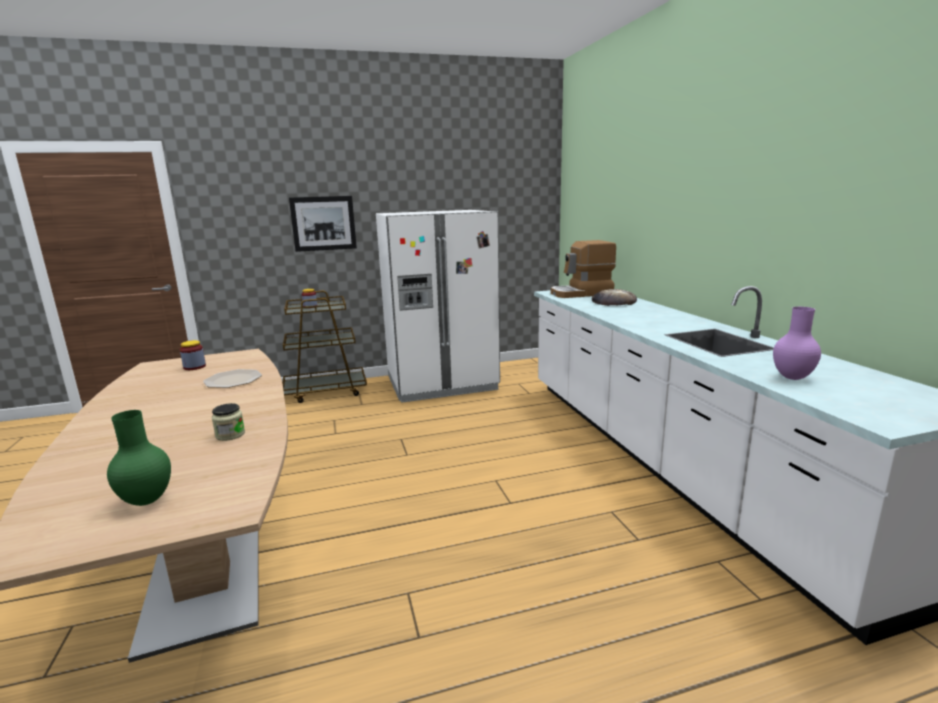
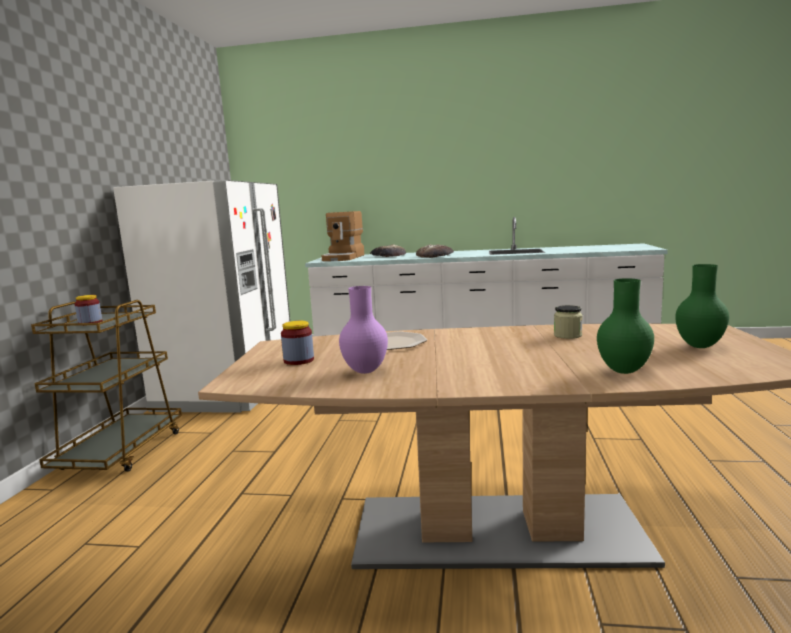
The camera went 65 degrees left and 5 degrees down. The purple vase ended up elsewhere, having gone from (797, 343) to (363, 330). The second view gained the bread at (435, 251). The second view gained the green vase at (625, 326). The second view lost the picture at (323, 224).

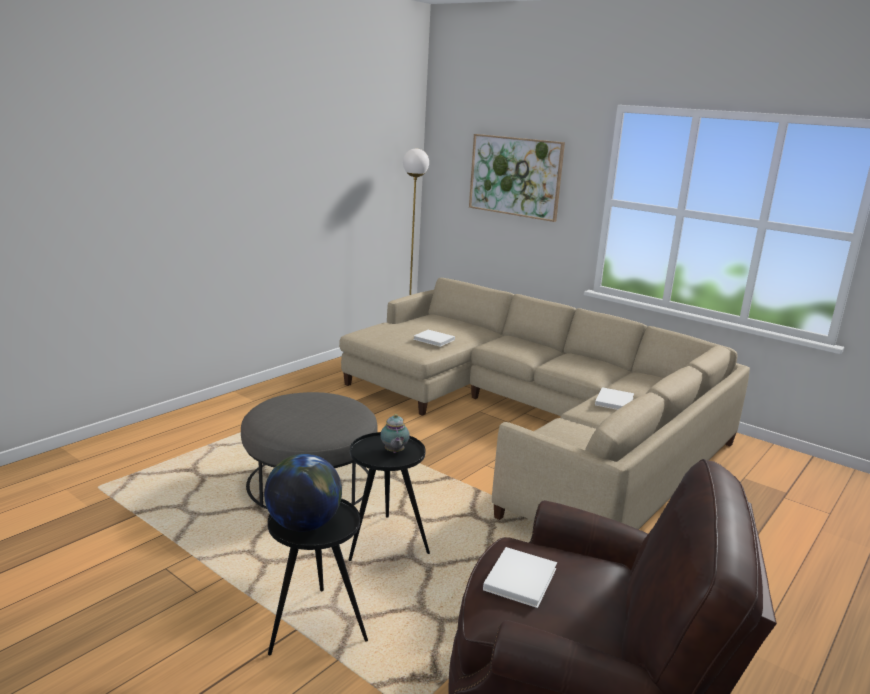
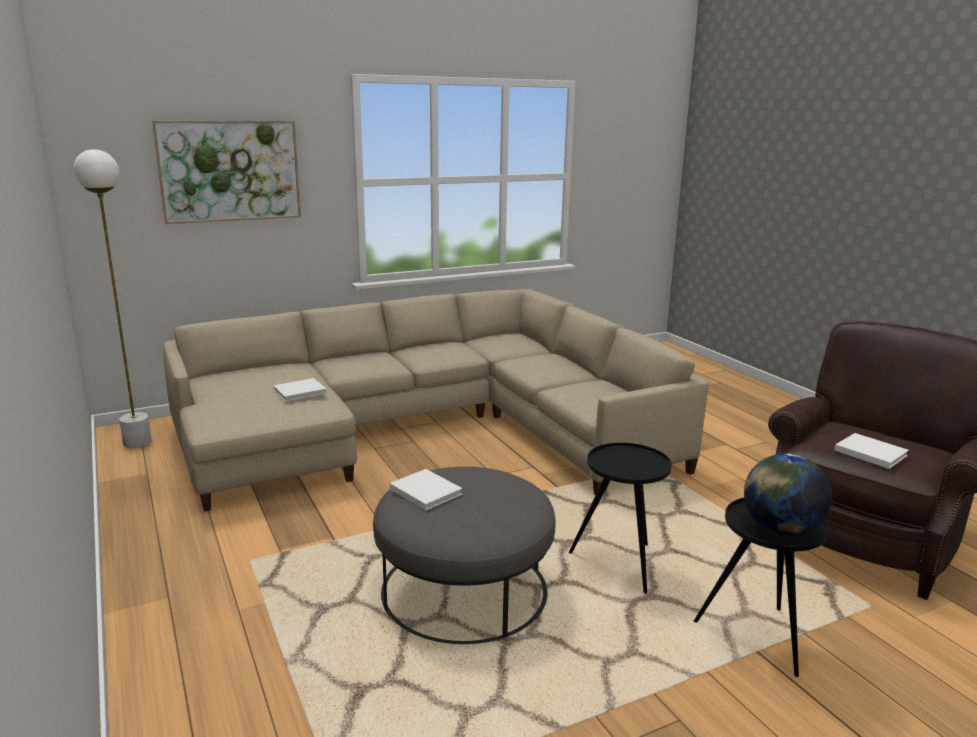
The camera went 65 degrees left and 0 degrees up. The white book ended up elsewhere, having gone from (614, 398) to (426, 490). The second view lost the teapot at (395, 433).

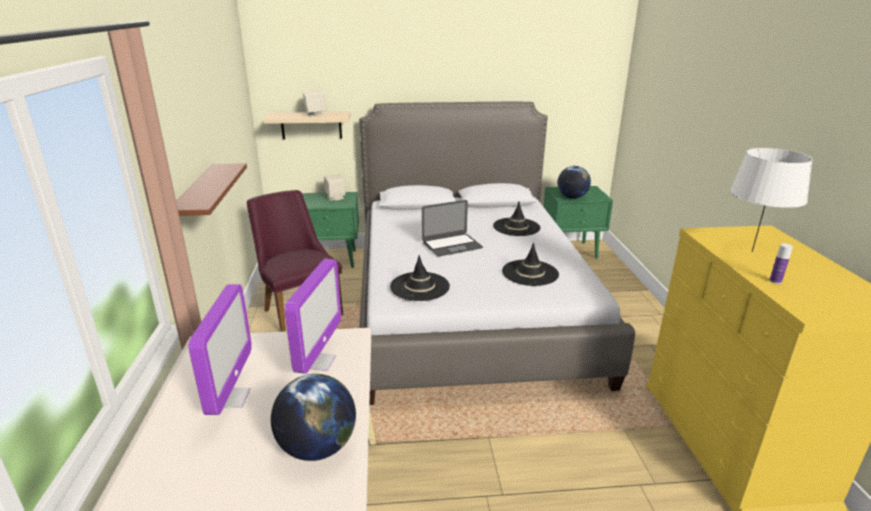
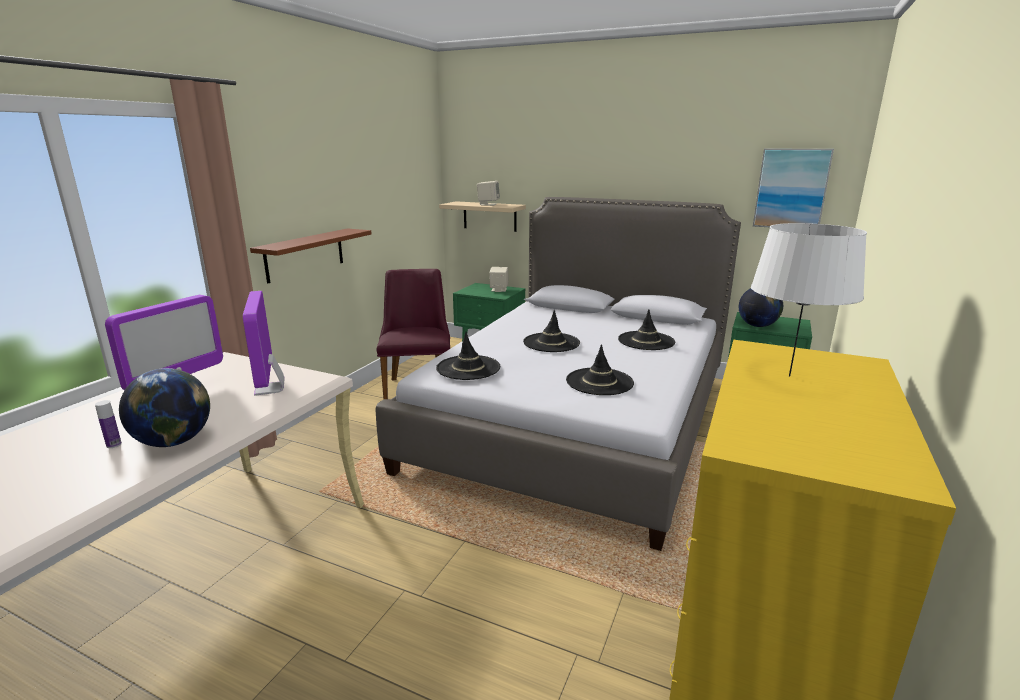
The camera went 30 degrees right and 5 degrees down. The bottle ended up elsewhere, having gone from (781, 263) to (108, 424). The monitor at (313, 316) ended up facing another way, 120 degrees clockwise from before. Where the laptop stood at (452, 228), the black hat came to stand at (551, 331). The second view gained the picture at (793, 187).

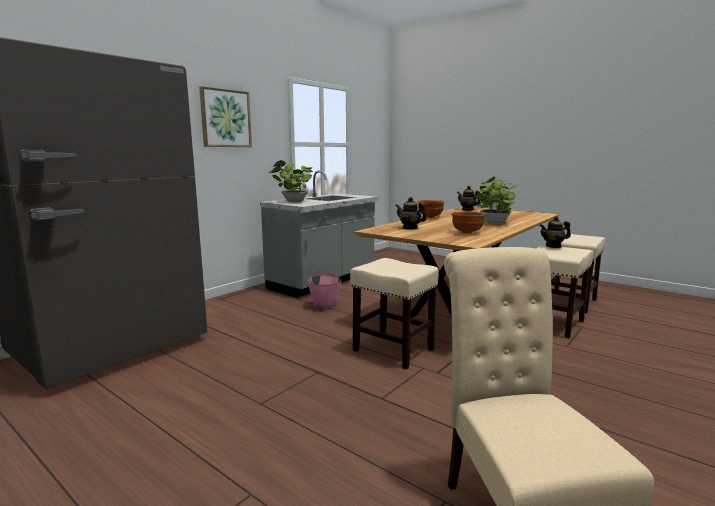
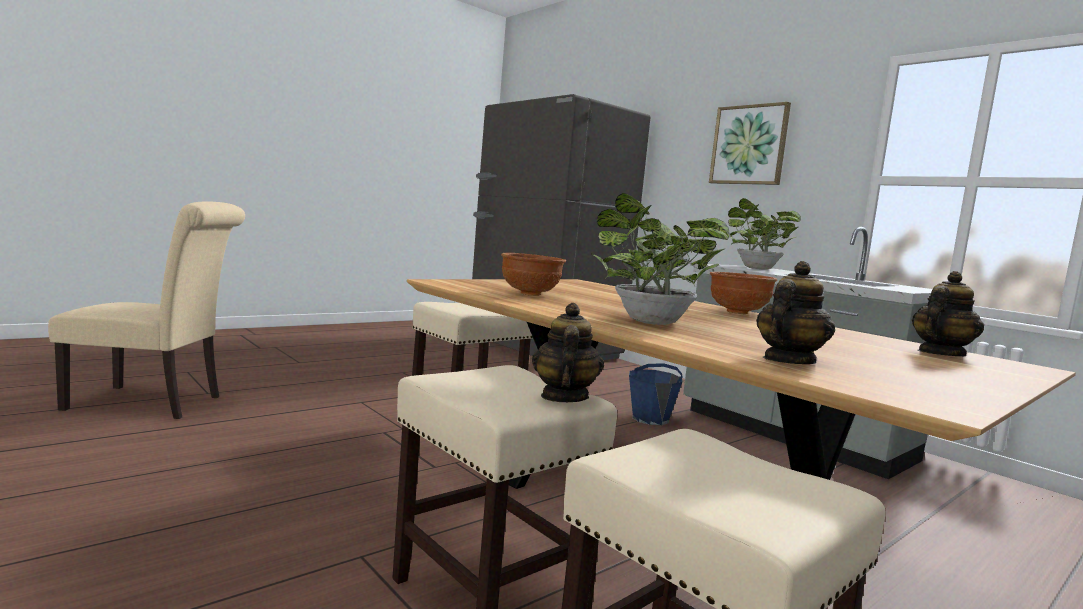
The camera went 100 degrees right and 5 degrees down. What was the pink bucket at (324, 290) turned into the blue bucket at (655, 394). The teapot ended up elsewhere, having gone from (411, 213) to (795, 312).

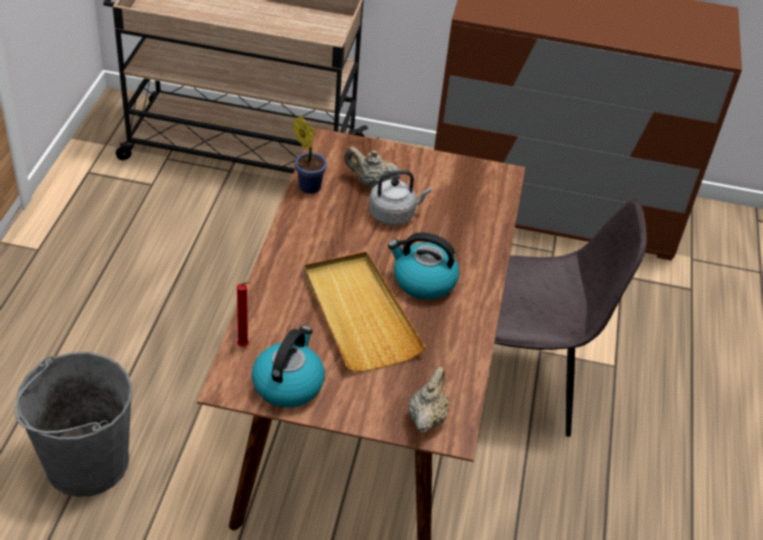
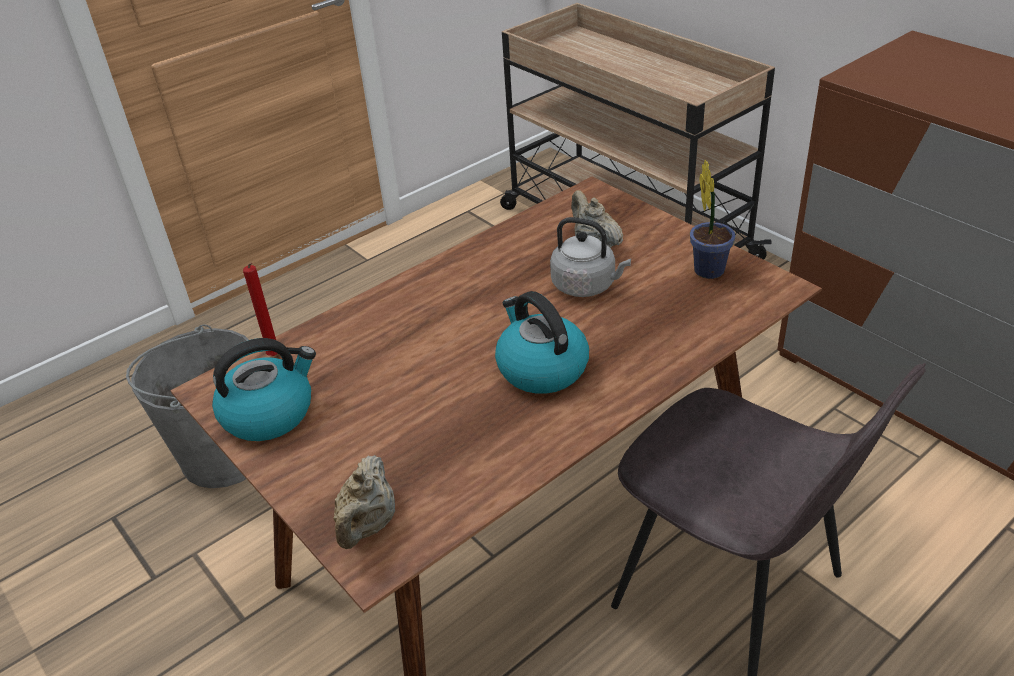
The camera went 45 degrees right and 5 degrees down. The beige teapot at (429, 400) ended up facing another way, 135 degrees clockwise from before. The potted plant ended up elsewhere, having gone from (309, 154) to (713, 219). The second view lost the beige tray at (364, 312).

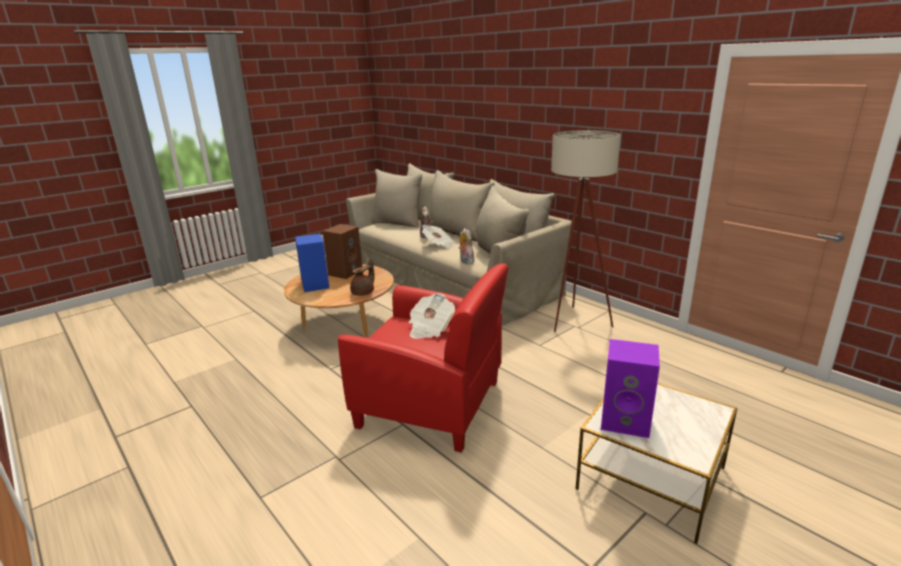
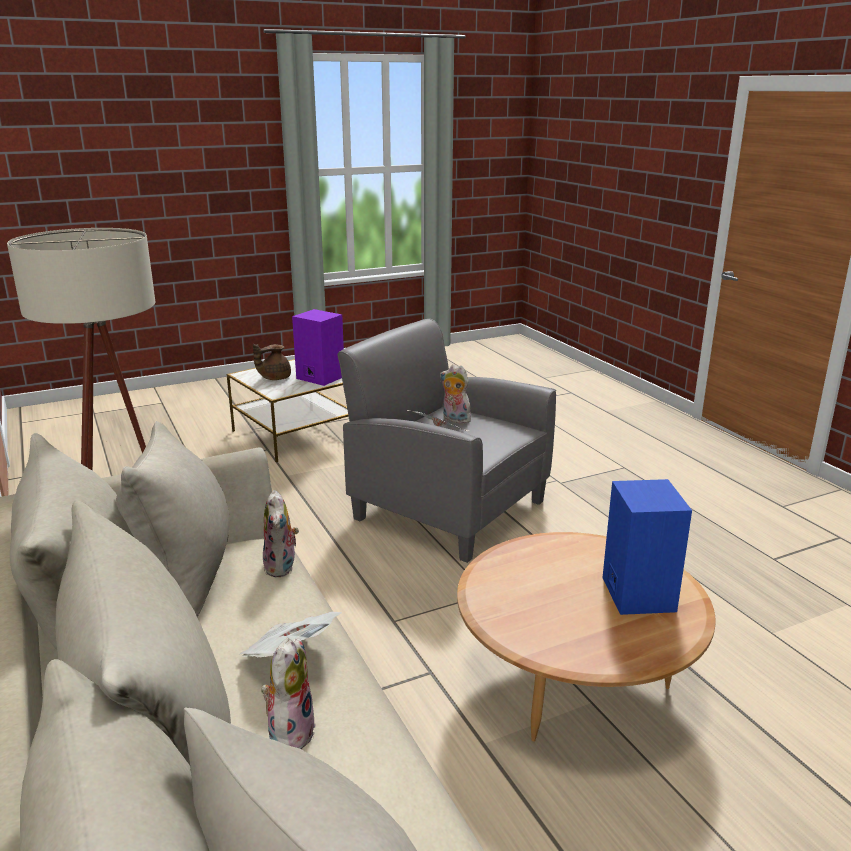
The camera went 165 degrees left and 0 degrees up. The brown teapot ended up elsewhere, having gone from (362, 277) to (272, 362). What was the red armchair at (423, 358) turned into the grey armchair at (447, 441). The second view gained the plush toy at (455, 394). The second view lost the brown speaker at (342, 251).

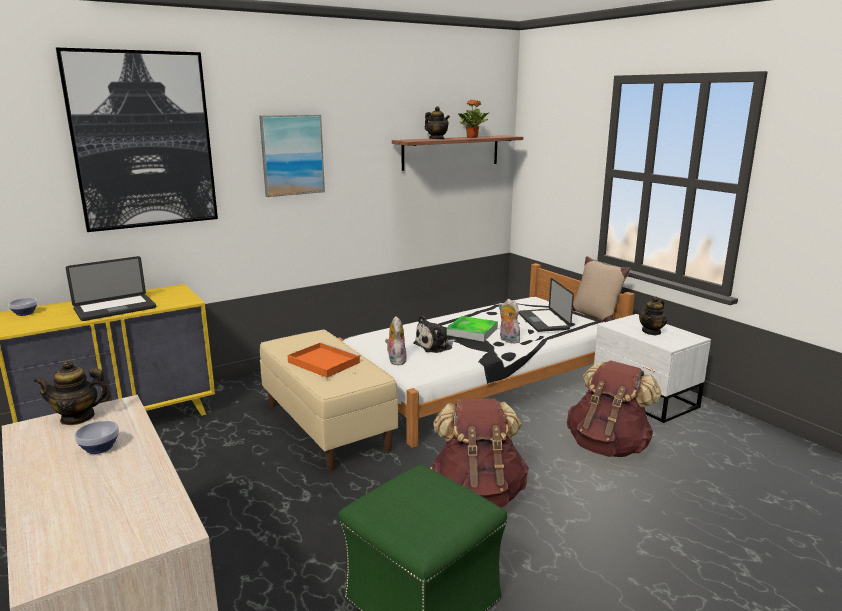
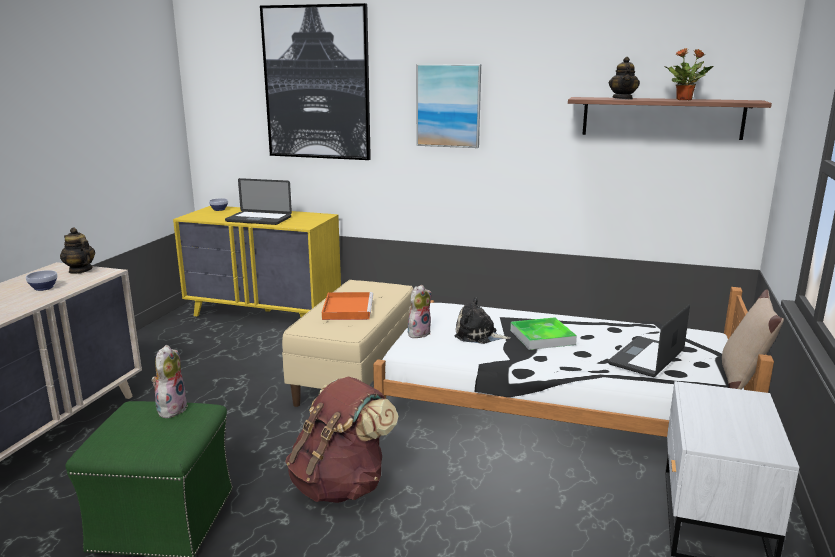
The camera went 50 degrees right and 0 degrees up. The plush toy ended up elsewhere, having gone from (509, 321) to (169, 382). The second view lost the brown backpack at (614, 408). The second view lost the teapot at (653, 315).

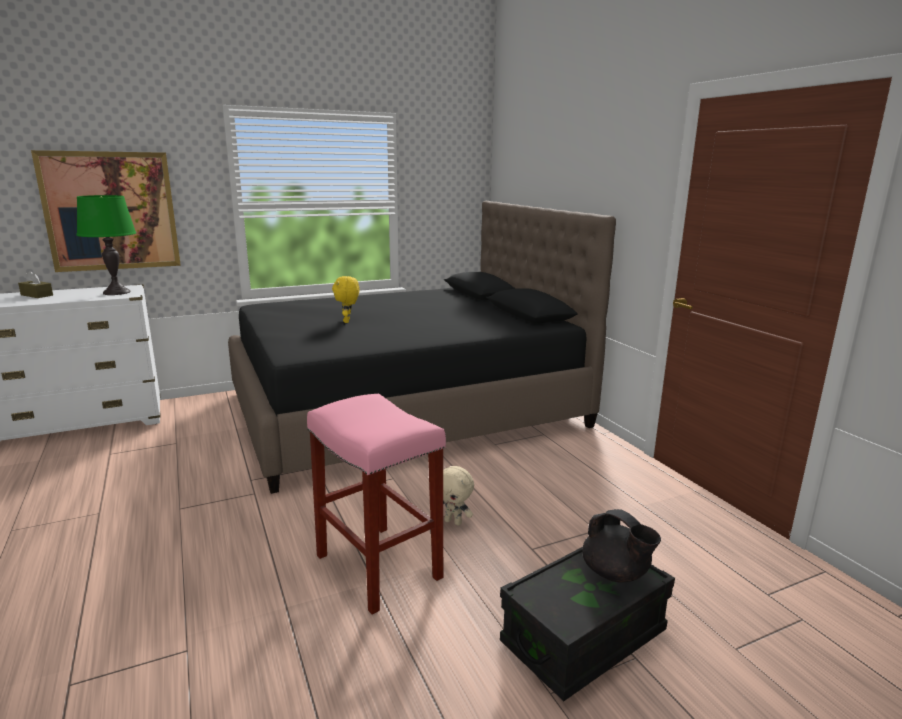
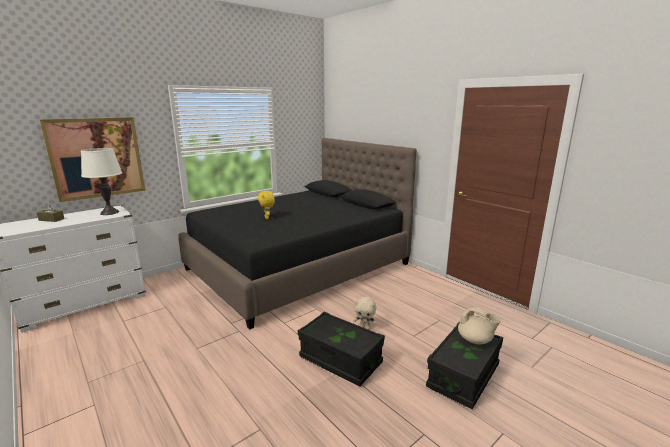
The camera went 15 degrees left and 0 degrees up. What was the green table lamp at (106, 245) turned into the white table lamp at (101, 181). Where the pink stool stood at (376, 504), the black storage box came to stand at (341, 349). What was the black teapot at (621, 546) turned into the beige teapot at (479, 326).

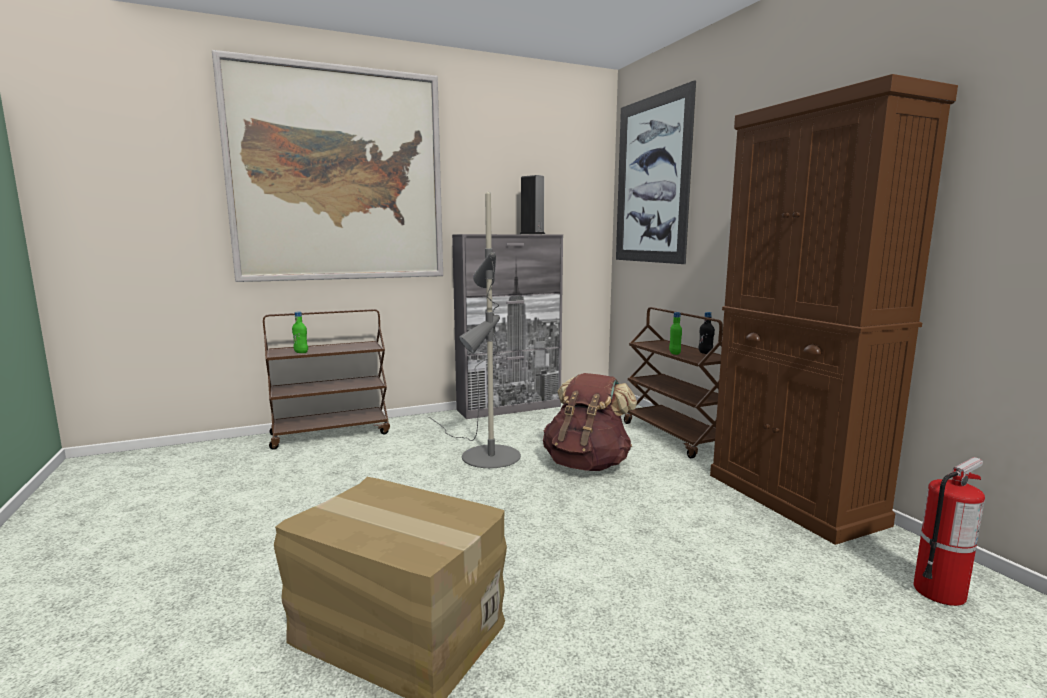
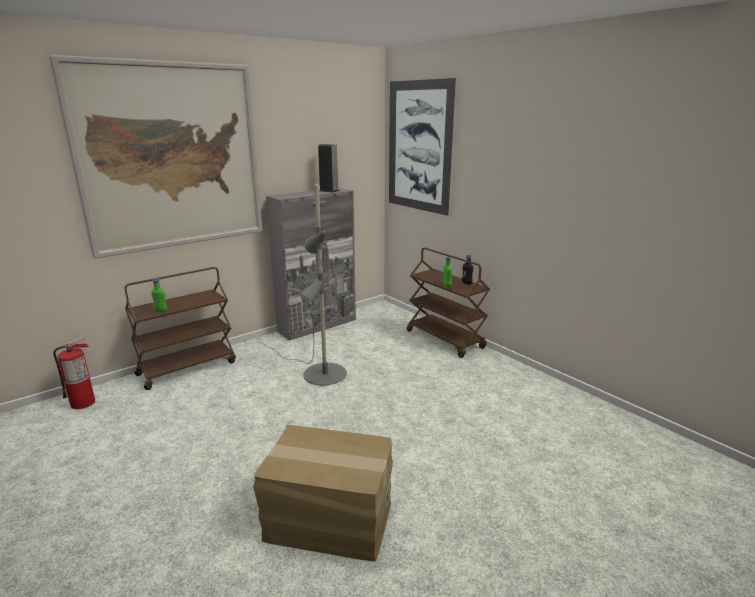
The camera went 15 degrees left and 10 degrees up. The fire extinguisher ended up elsewhere, having gone from (949, 531) to (74, 372). The second view lost the brown backpack at (590, 422). The second view lost the brown cabinet at (834, 309).

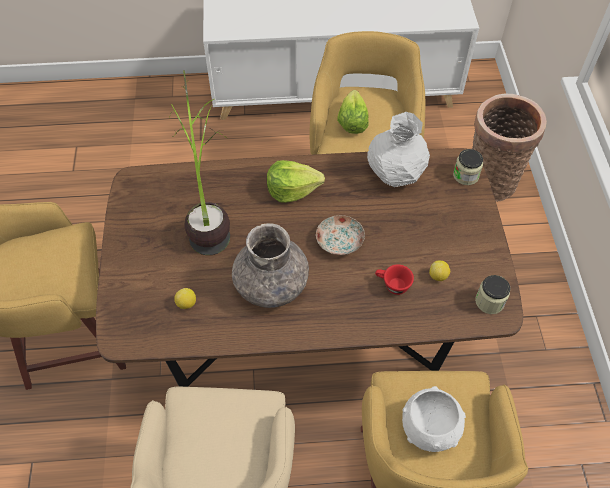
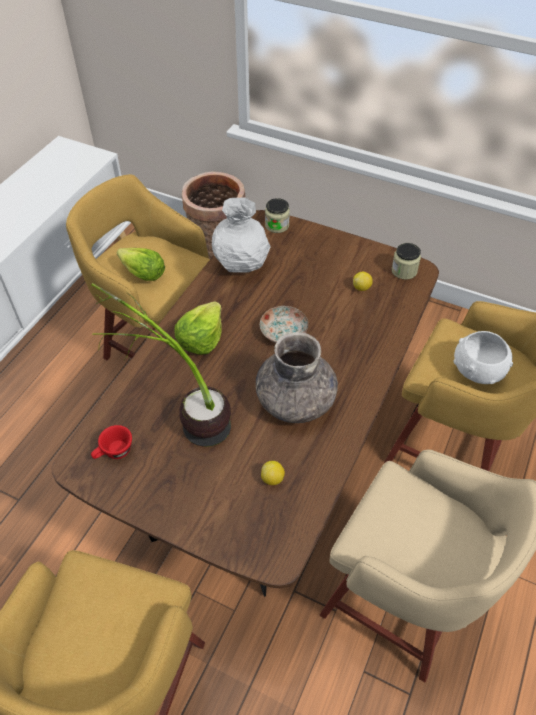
The camera went 60 degrees left and 5 degrees down. The red cup ended up elsewhere, having gone from (394, 280) to (111, 442).

